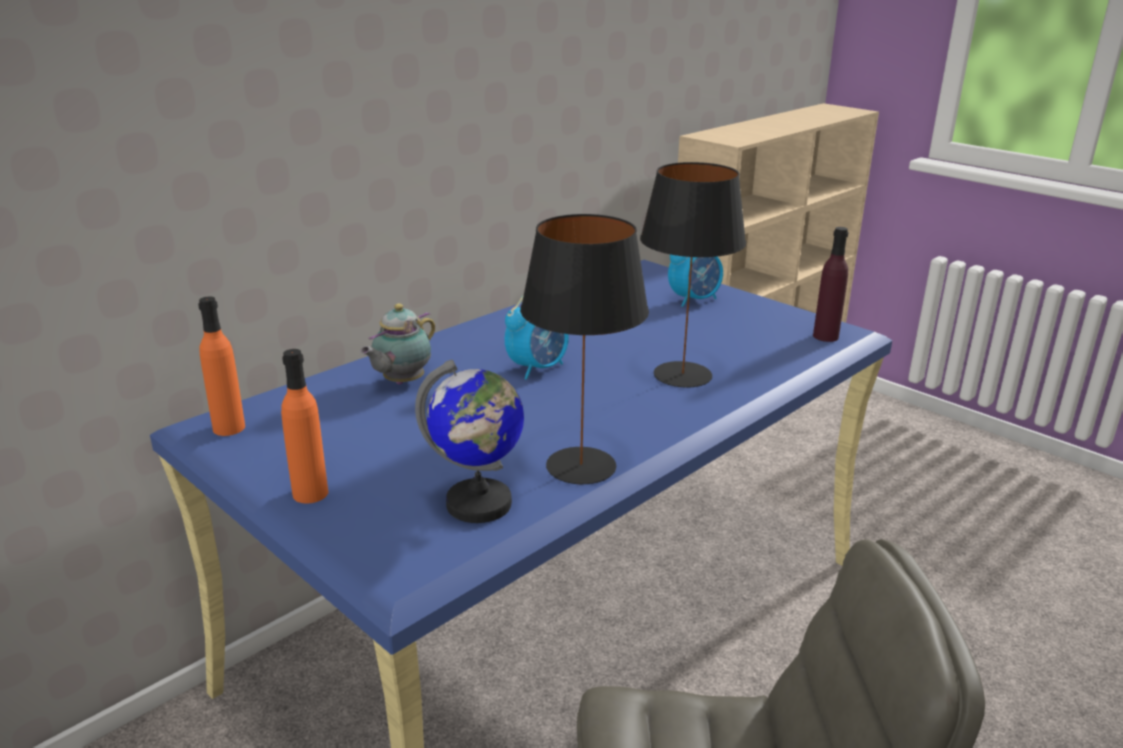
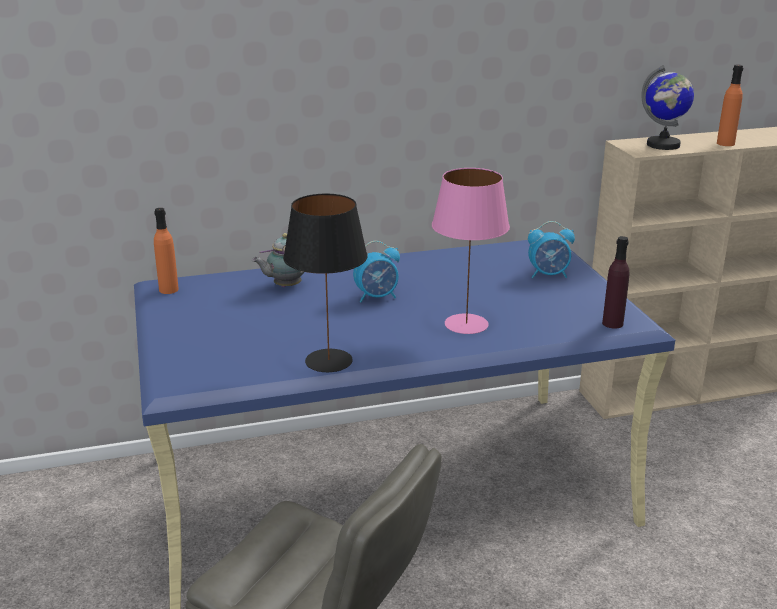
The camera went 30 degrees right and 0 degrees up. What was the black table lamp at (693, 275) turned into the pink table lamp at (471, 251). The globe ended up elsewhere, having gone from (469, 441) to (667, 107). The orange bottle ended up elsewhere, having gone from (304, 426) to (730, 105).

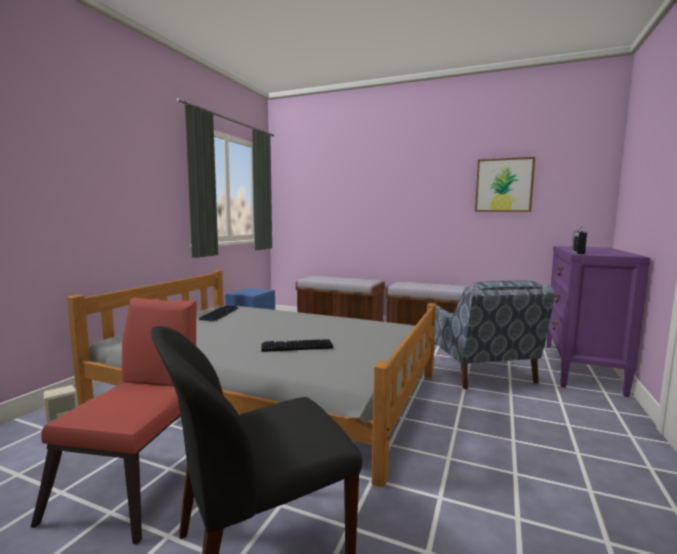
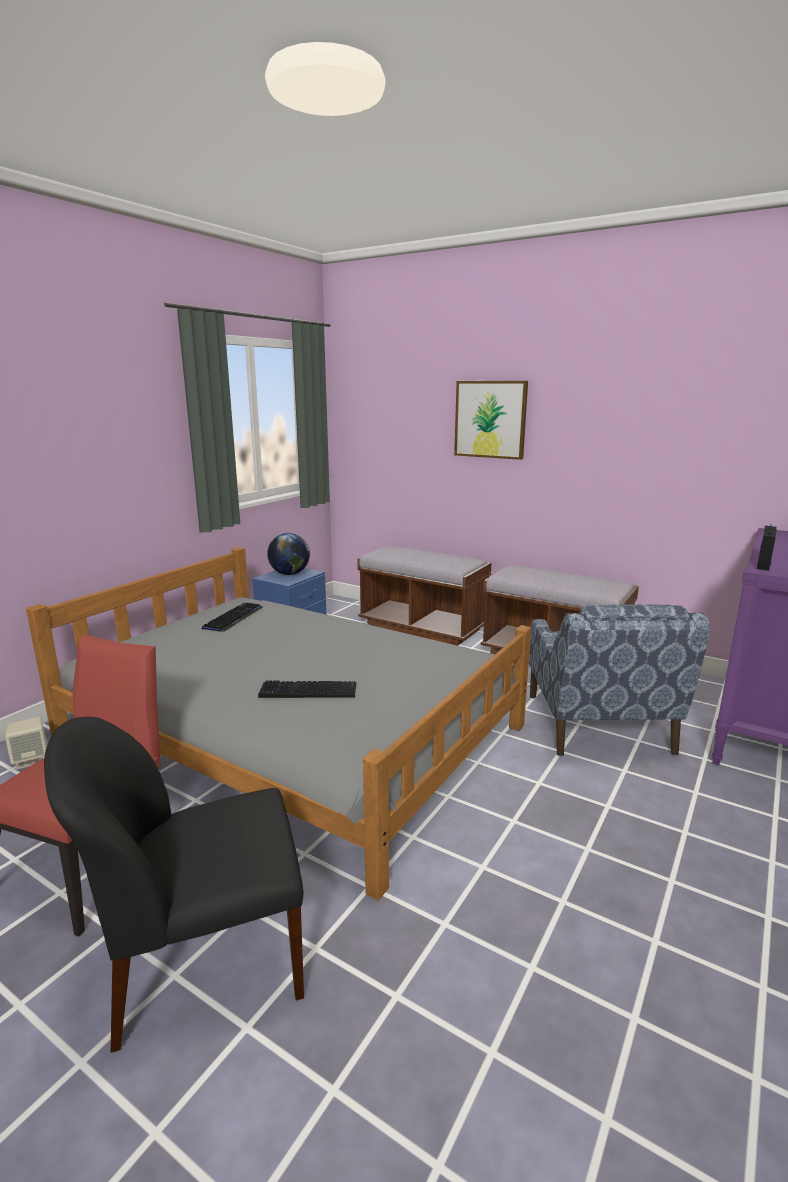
The camera went 10 degrees right and 10 degrees up. The second view gained the globe at (288, 554). The picture ended up elsewhere, having gone from (505, 184) to (491, 420).

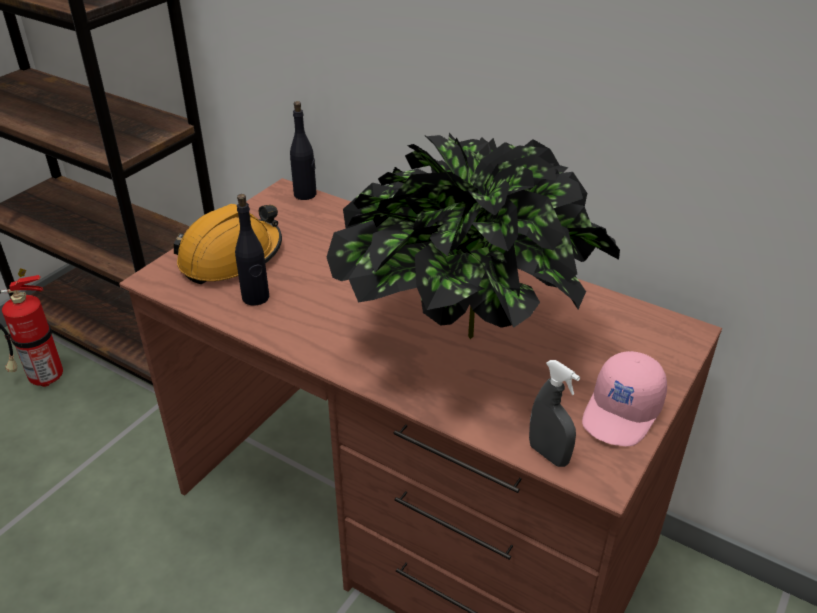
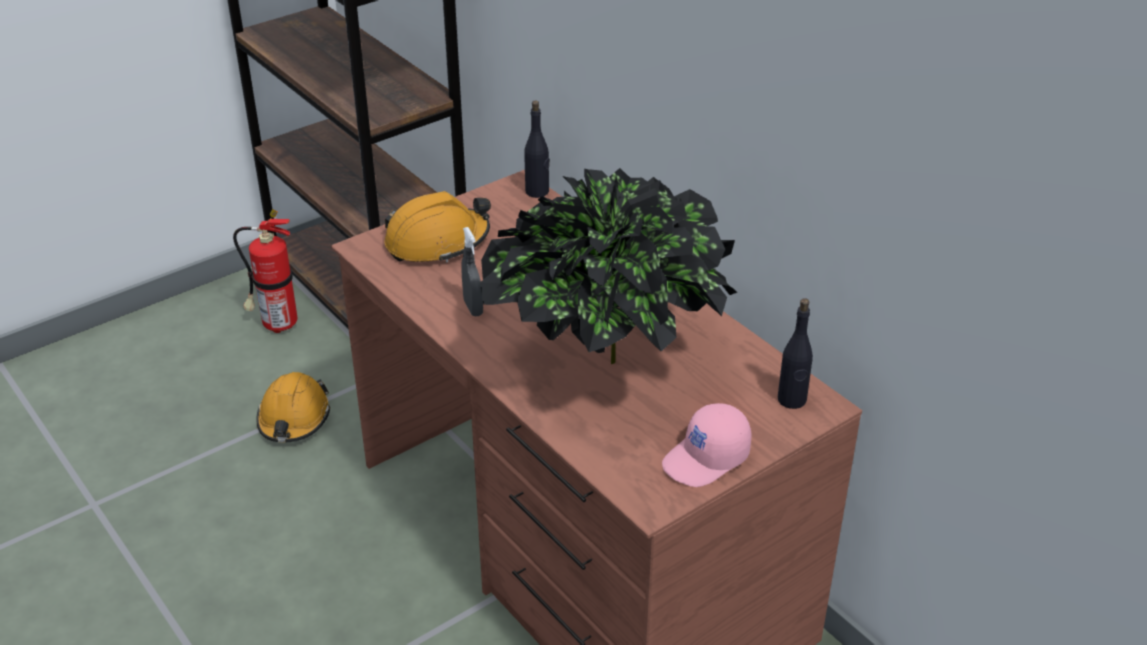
The camera went 20 degrees right and 0 degrees up. The second view gained the orange hard hat at (293, 407). The grey spray bottle ended up elsewhere, having gone from (554, 413) to (472, 272). The black bottle ended up elsewhere, having gone from (252, 250) to (795, 353).

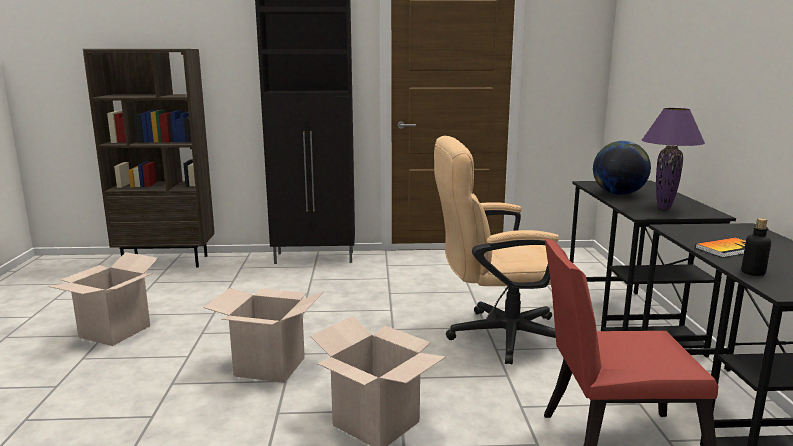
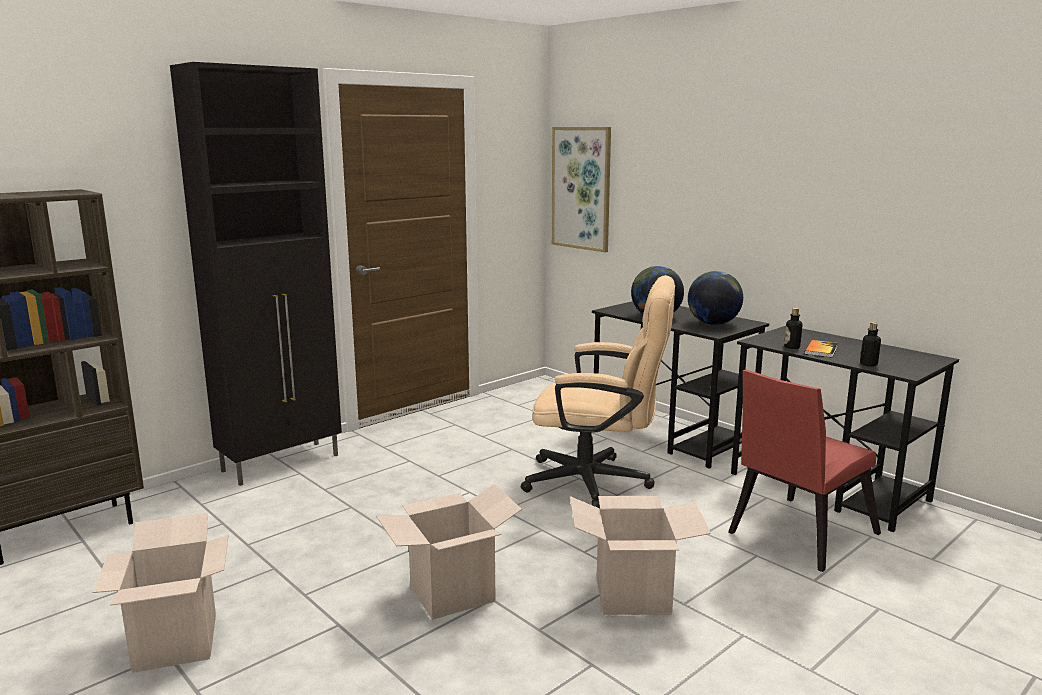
The camera went 40 degrees left and 0 degrees up. The beige office chair at (496, 250) ended up facing another way, 120 degrees counterclockwise from before. The second view gained the picture at (581, 189). Where the purple table lamp stood at (673, 158), the globe came to stand at (715, 298). The second view gained the bottle at (793, 328).

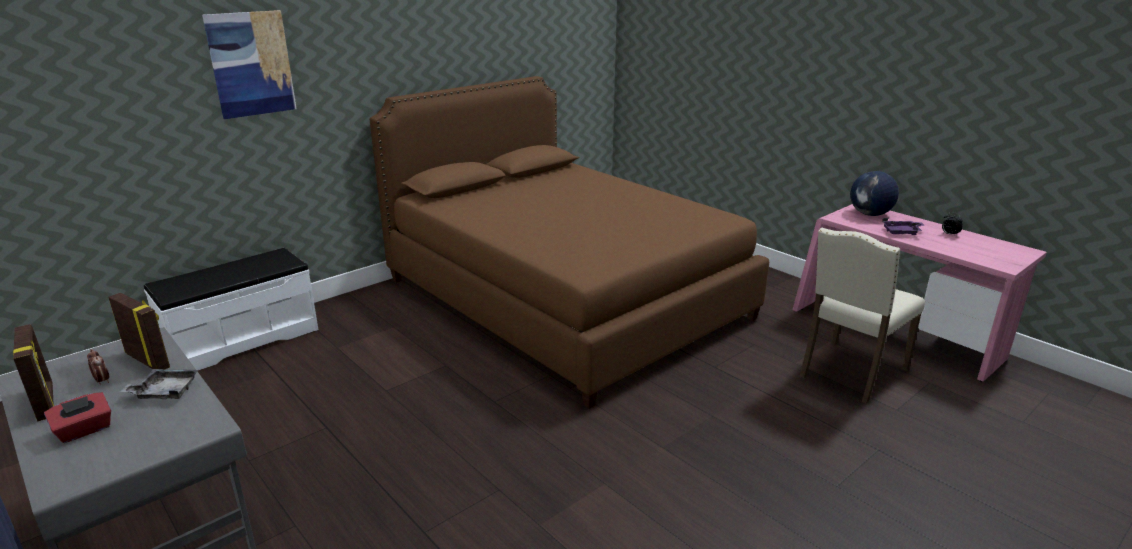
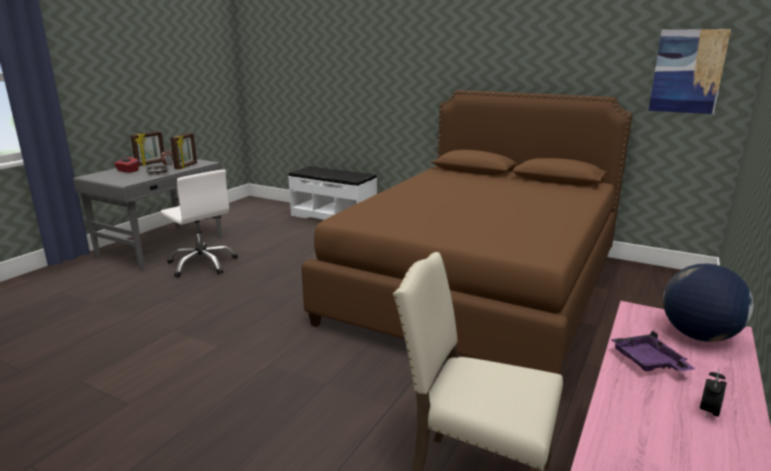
The camera went 70 degrees right and 5 degrees down. The second view gained the white office chair at (199, 224). The picture ended up elsewhere, having gone from (249, 64) to (689, 71).

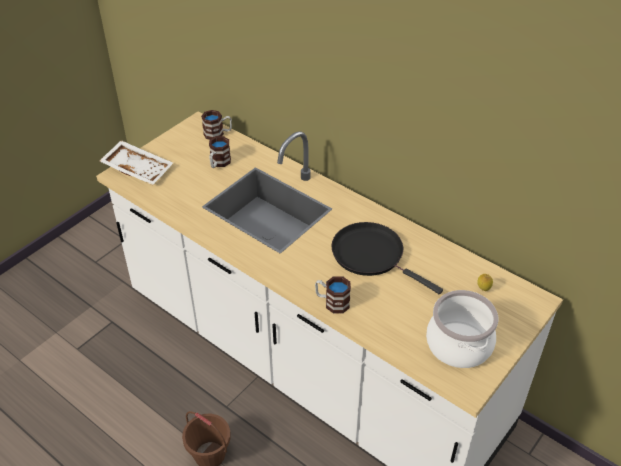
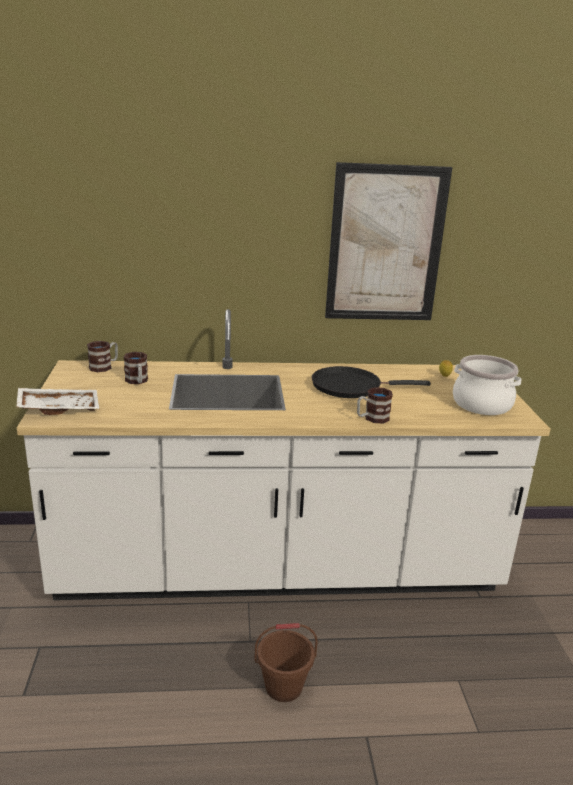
The camera went 45 degrees left and 20 degrees down. The second view gained the picture at (388, 241).

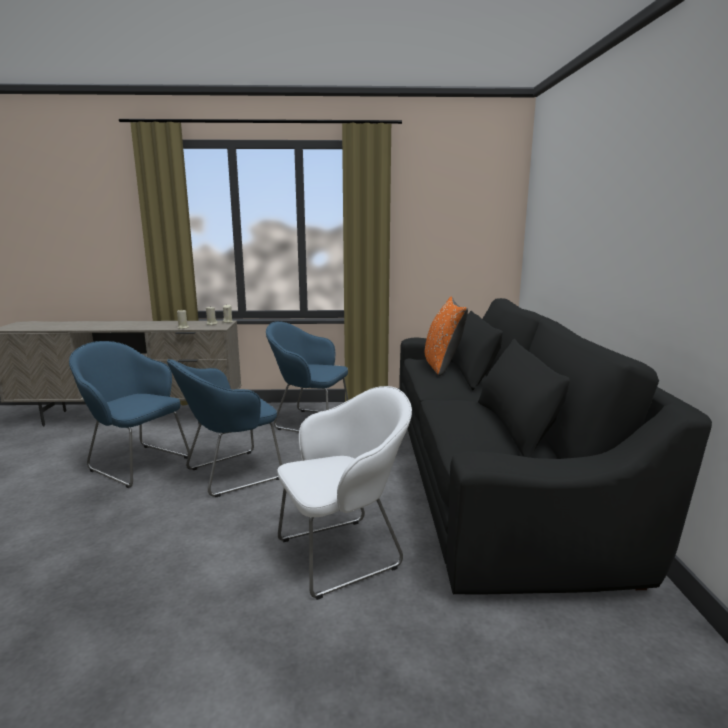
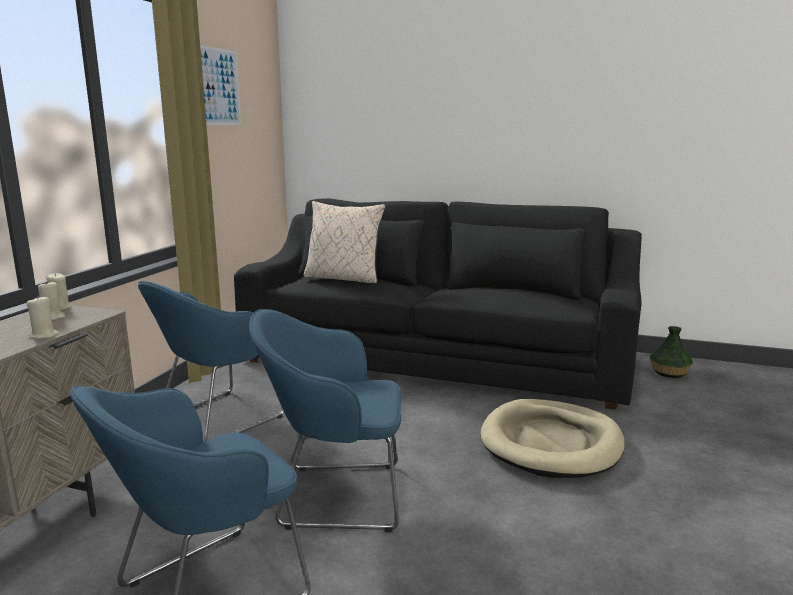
The camera went 70 degrees left and 0 degrees up. The second view gained the picture at (220, 85). The blue armchair at (224, 428) ended up facing another way, 105 degrees clockwise from before. What was the orange pillow at (446, 336) turned into the beige pillow at (344, 242). Where the white armchair stood at (344, 493), the beige dog bed came to stand at (552, 438). The second view gained the vase at (671, 352).

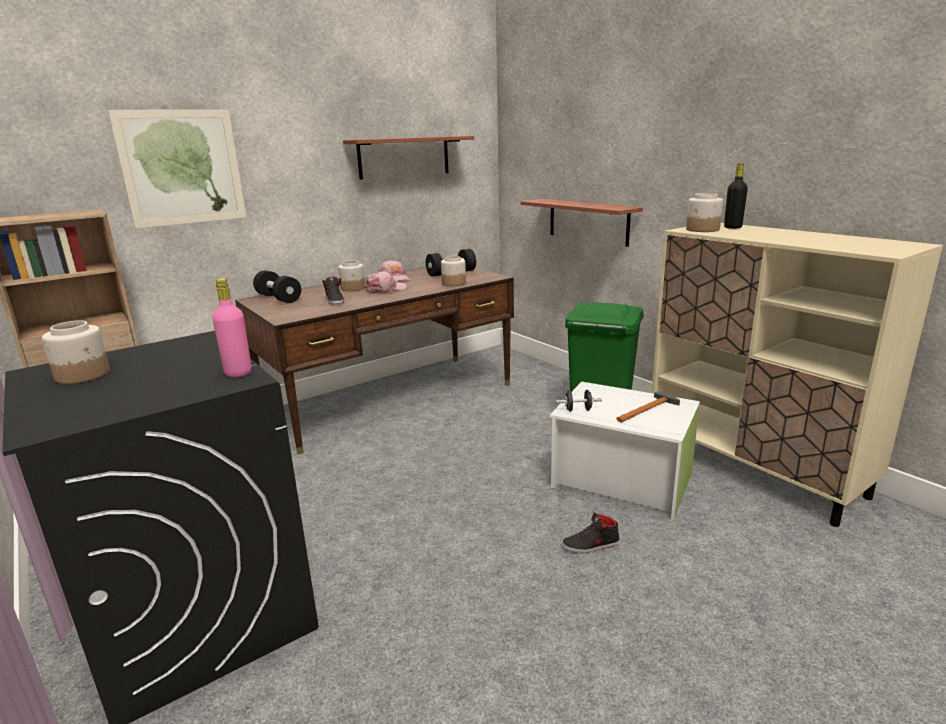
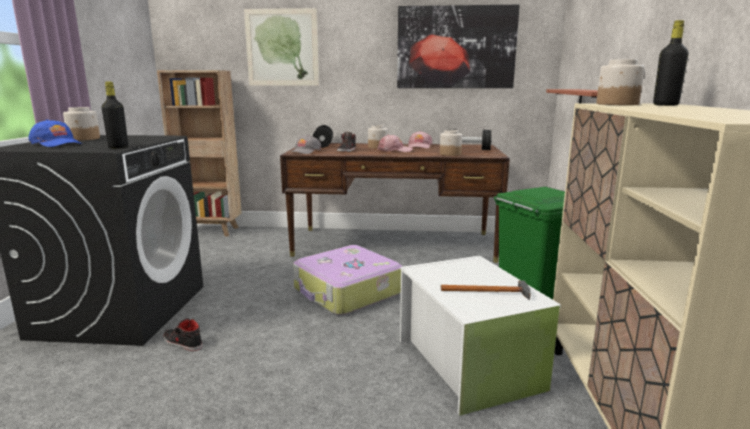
The camera went 40 degrees right and 5 degrees down. The second view gained the blue cap at (55, 133). What was the pink bottle at (232, 327) turned into the black bottle at (115, 115). The black shoe ended up elsewhere, having gone from (590, 533) to (182, 334). The second view gained the grey cap at (305, 144). The second view gained the suitcase at (348, 280). Where the shelf hung at (408, 158), the picture came to hang at (458, 46). The second view lost the black dumbbell at (579, 401).

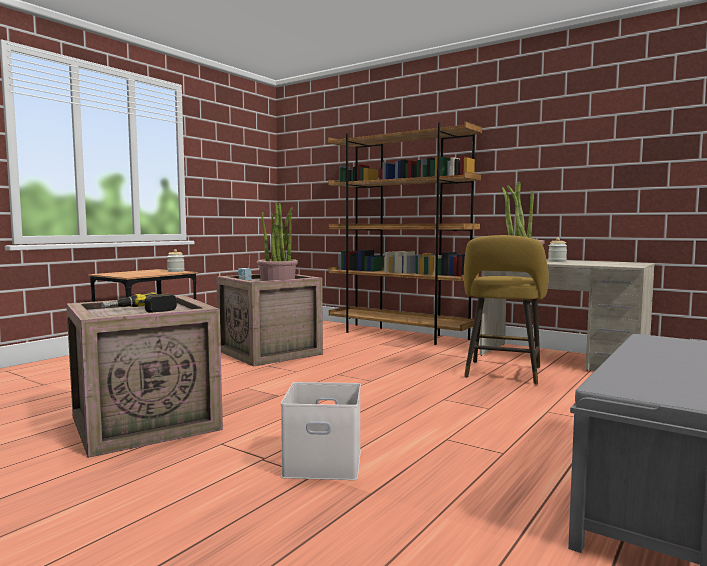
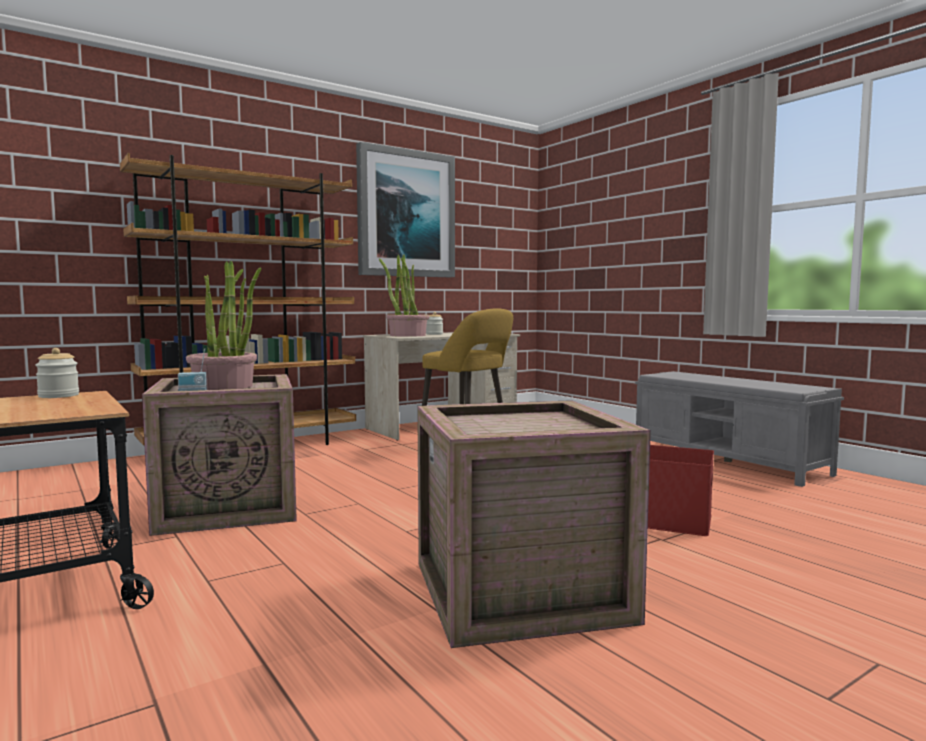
The camera went 70 degrees left and 0 degrees up. The second view gained the picture at (405, 209). What was the white storage box at (321, 431) turned into the red storage box at (681, 490). The second view lost the power drill at (139, 302).

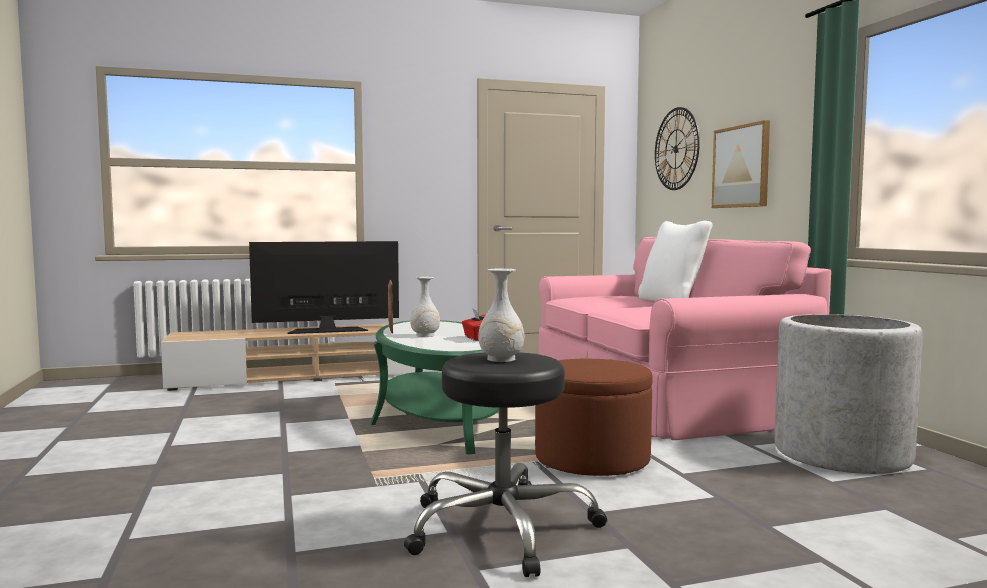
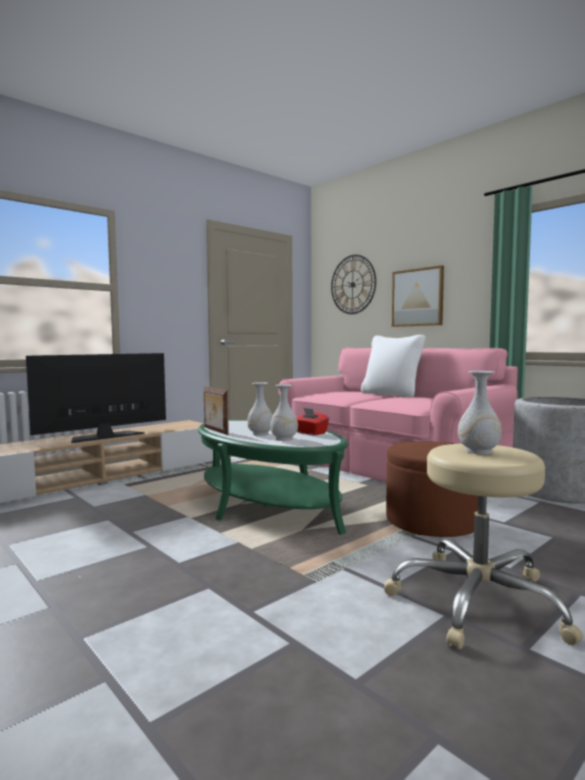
The camera went 25 degrees left and 0 degrees up. The second view gained the white vase at (284, 412). What was the black stool at (505, 464) turned into the beige stool at (483, 546).

